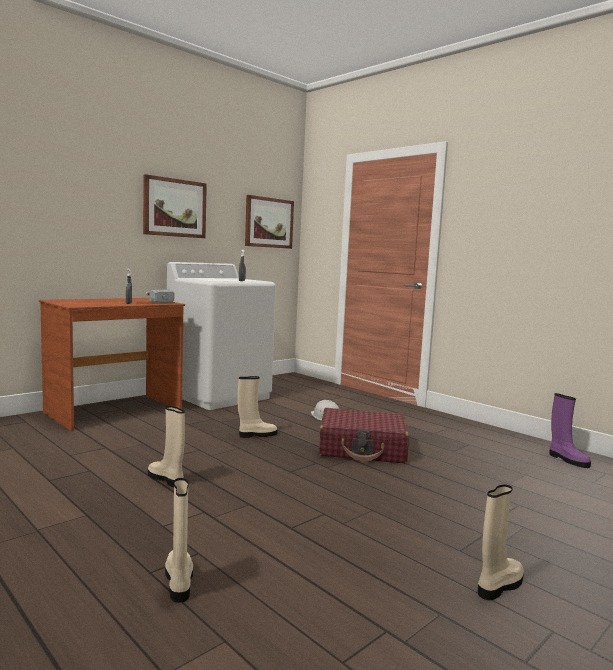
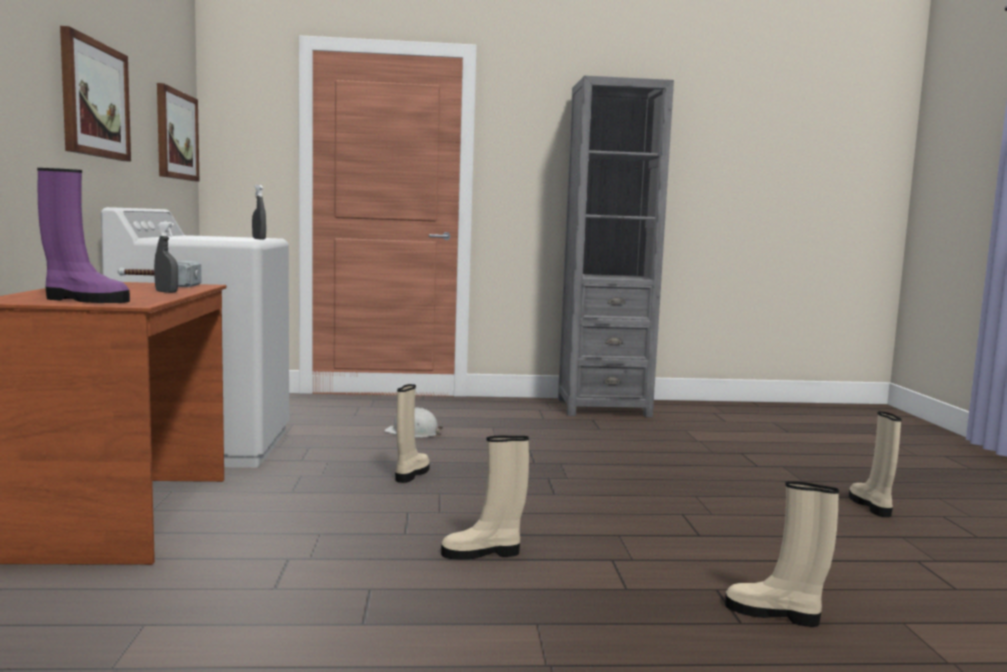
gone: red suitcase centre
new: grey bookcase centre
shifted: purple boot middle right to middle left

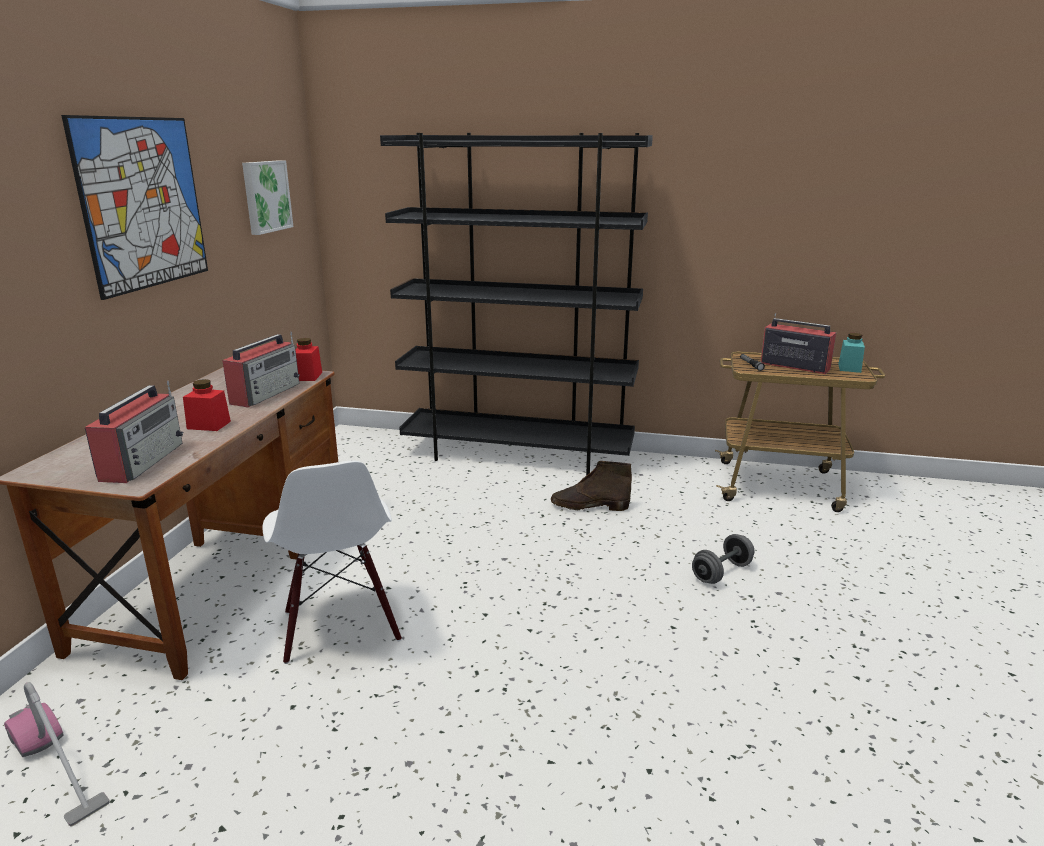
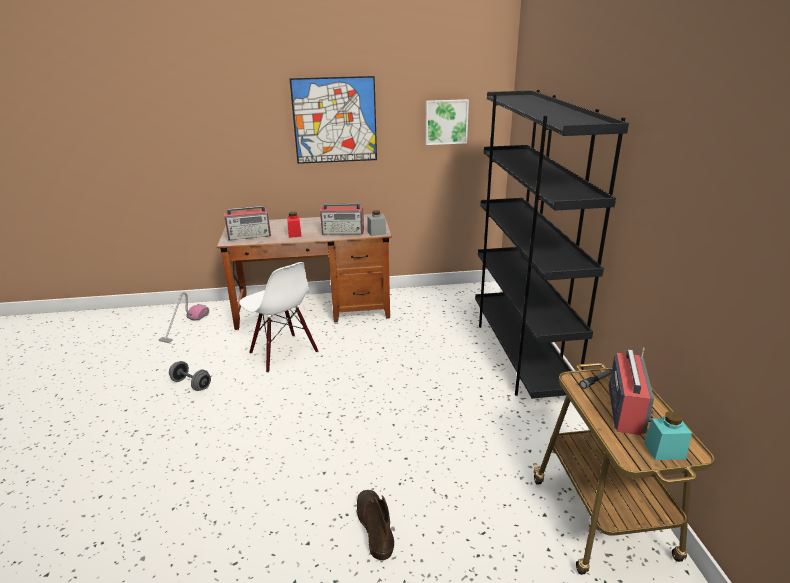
shifted: grey dumbbell middle right to middle left; brown boot centre to bottom centre
repainted: red jar (no. 2 from left) middle left to grey jar centre
rotated: white chair middle left = centre 90 degrees counterclockwise

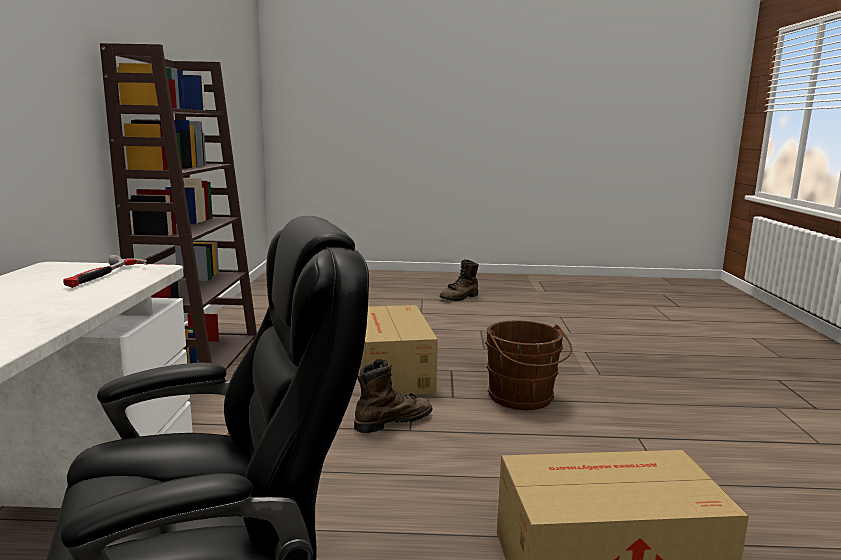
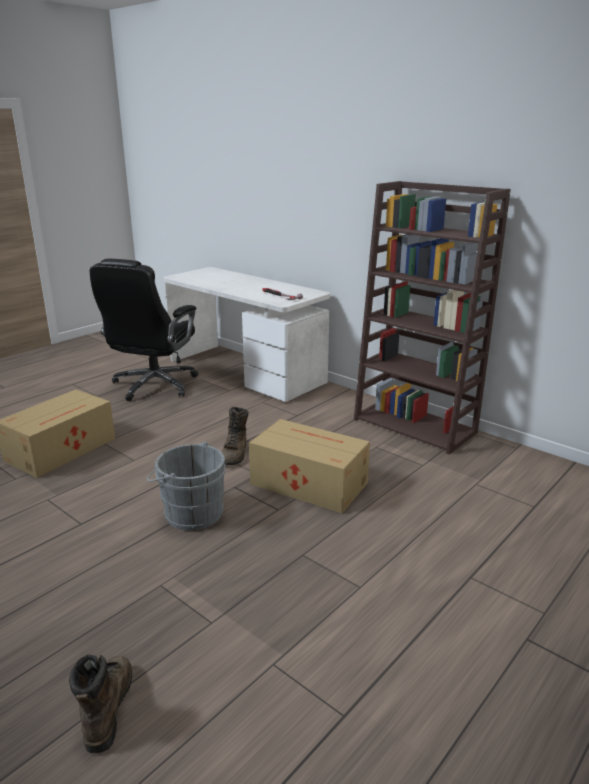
shifted: brown boot (no. 2 from left in the first image) centre to brown boot (no. 1 from left) bottom left
repainted: brown bucket centre to grey bucket middle left

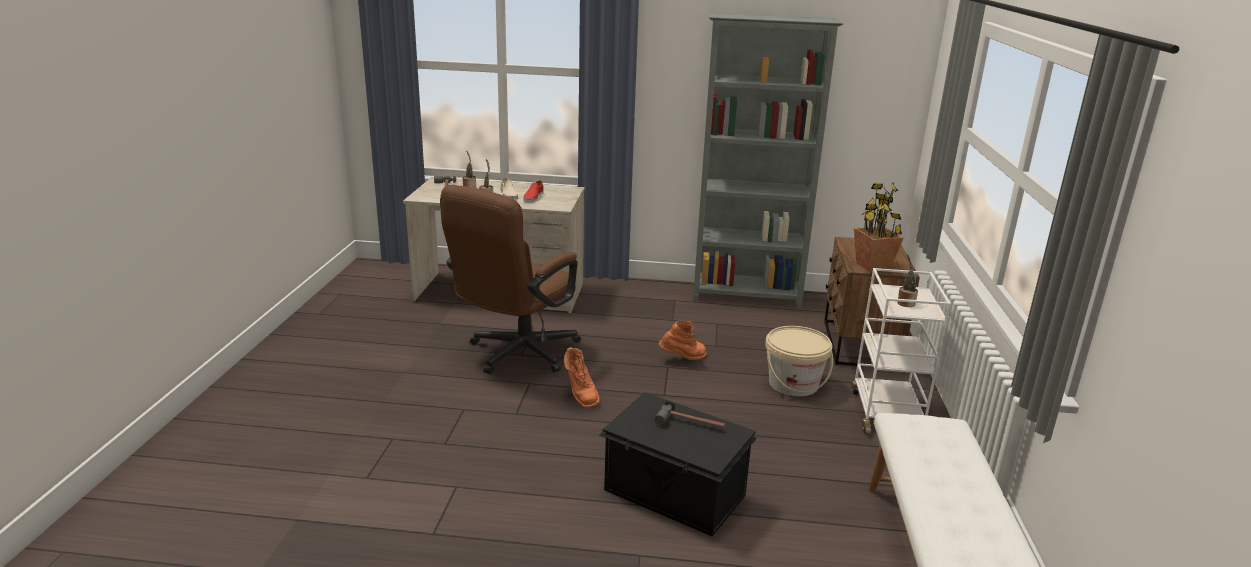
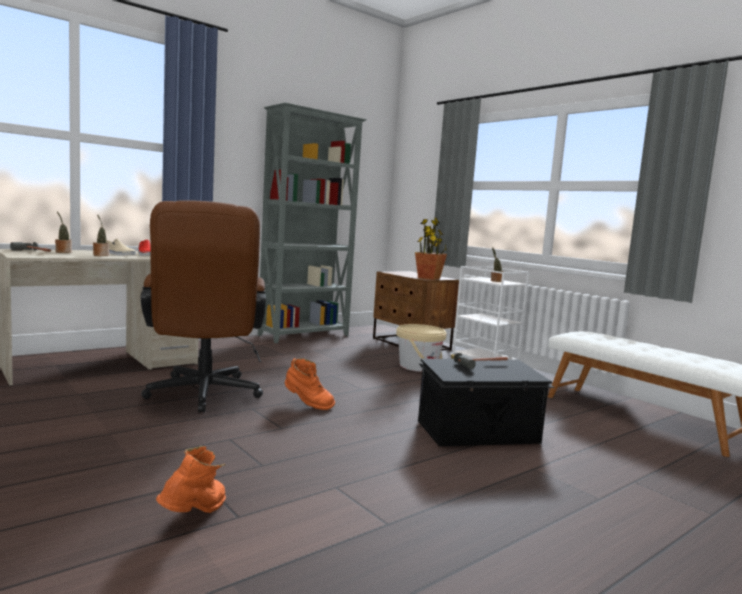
shifted: orange boot (no. 2 from left in the first image) centre to orange boot (no. 1 from left) bottom left

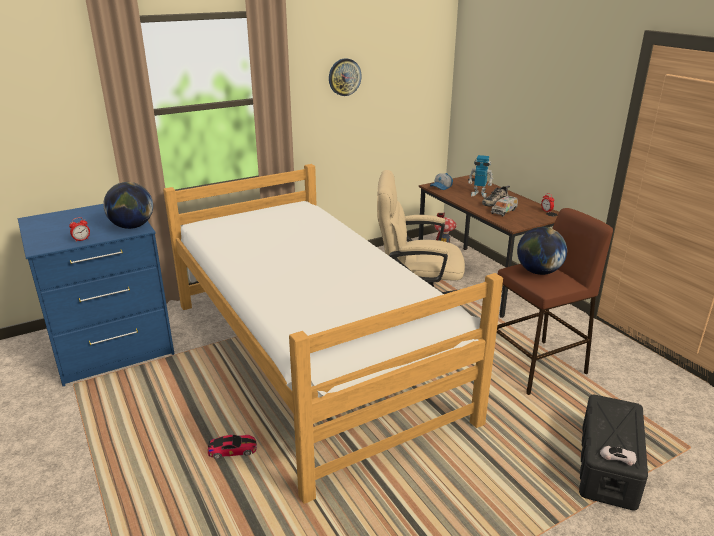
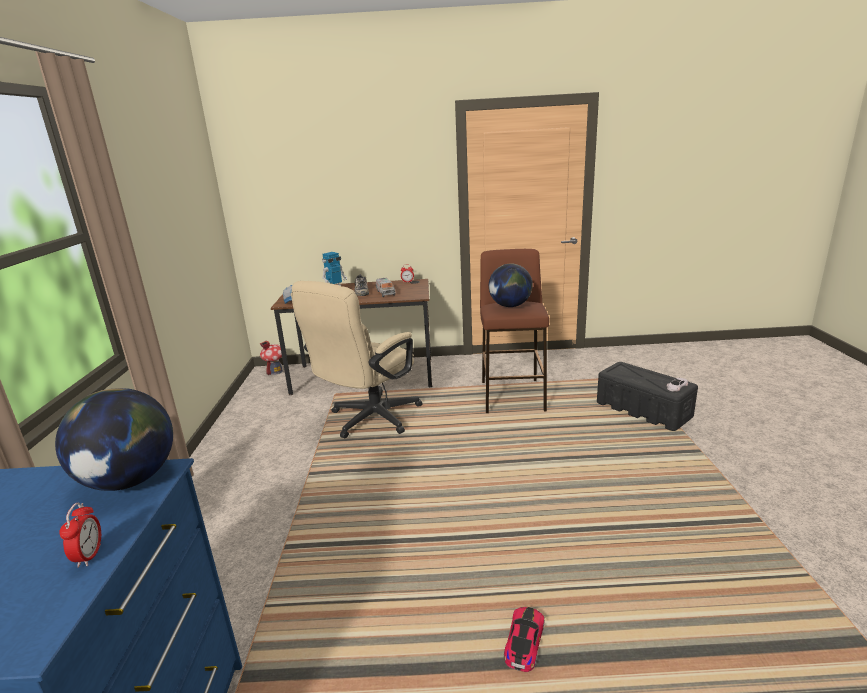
gone: bed centre; wall clock top centre

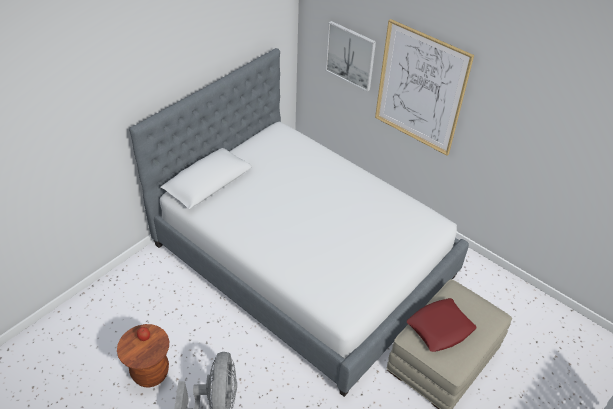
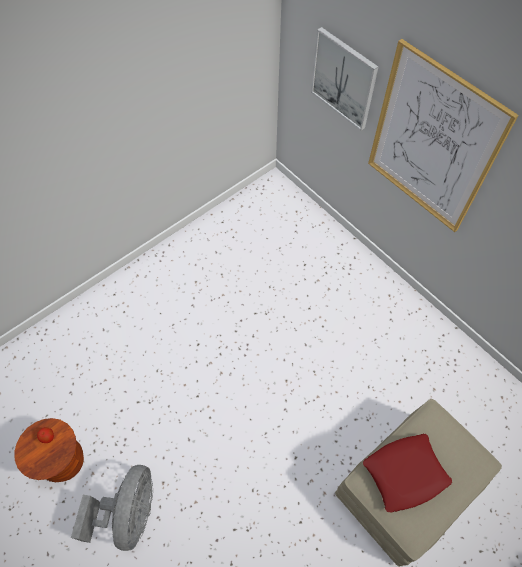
gone: bed centre

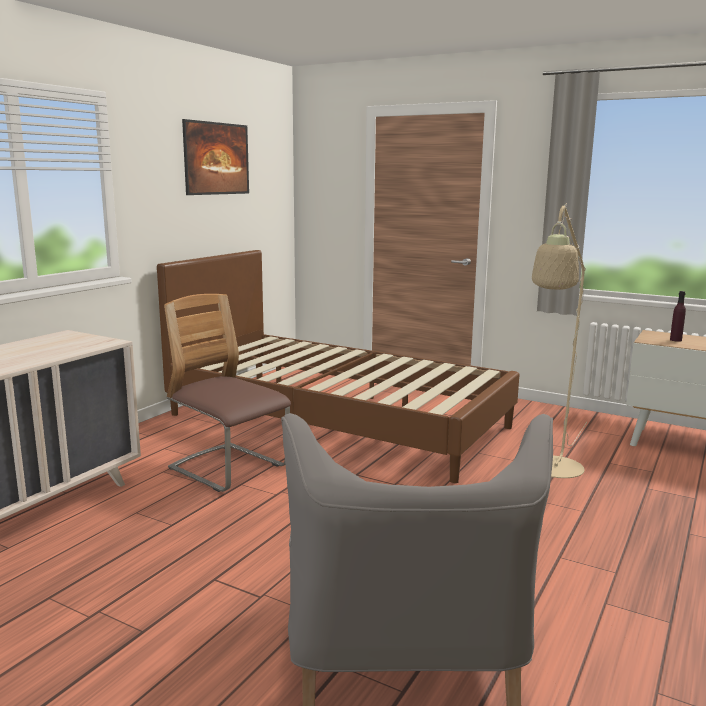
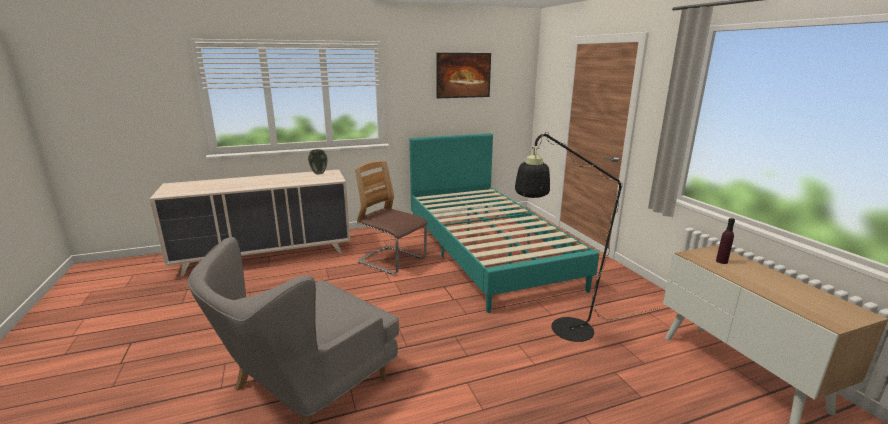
new: vase centre
repainted: brown bed centre to turquoise bed centre; beige floor lamp middle right to black floor lamp centre
rotated: chair middle left = centre 45 degrees counterclockwise

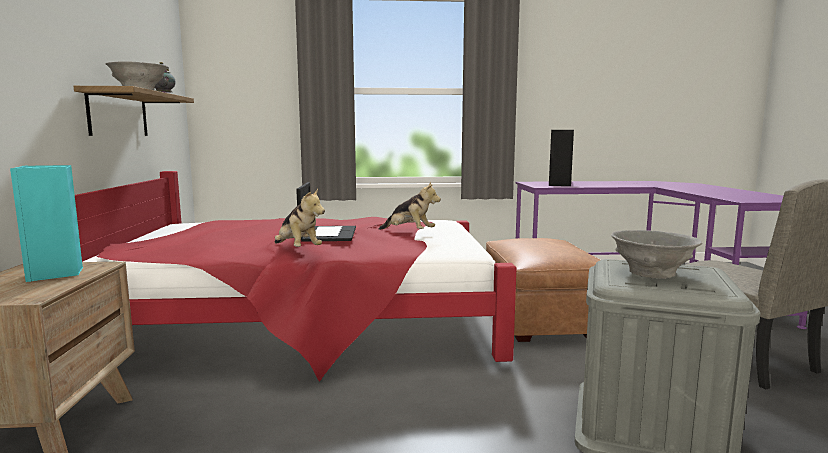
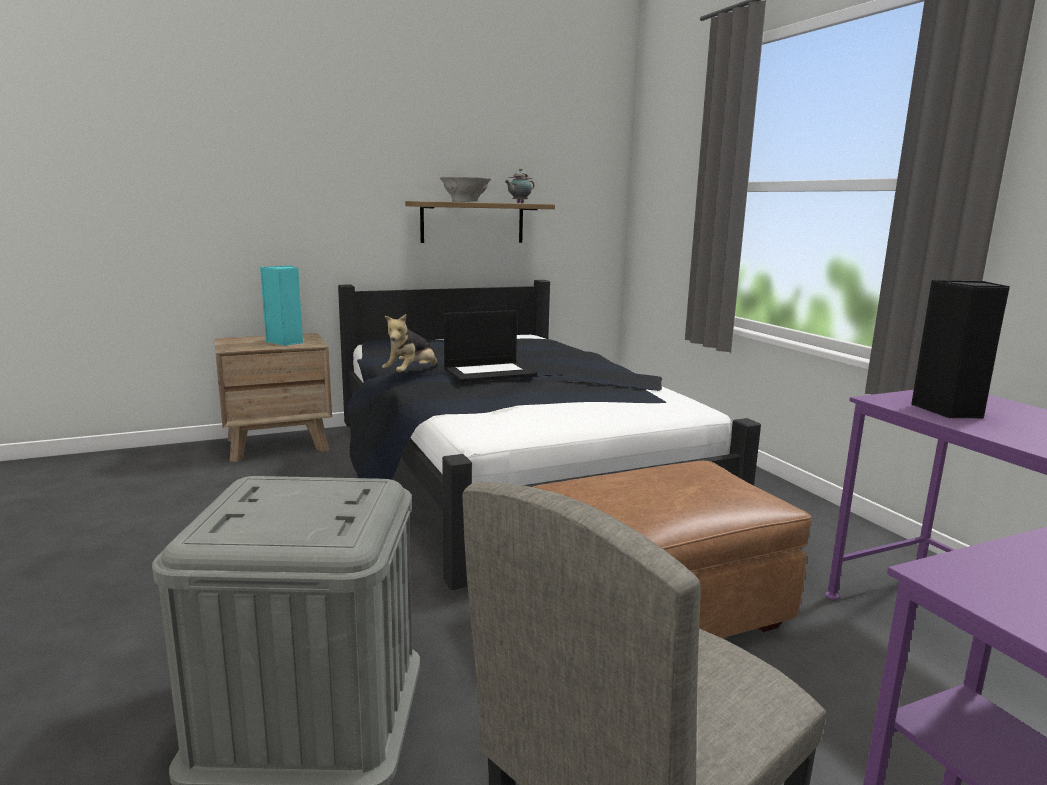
gone: plush toy (no. 2 from left) centre; grey bowl (no. 2 from left) middle right
repainted: red bed centre to black bed centre

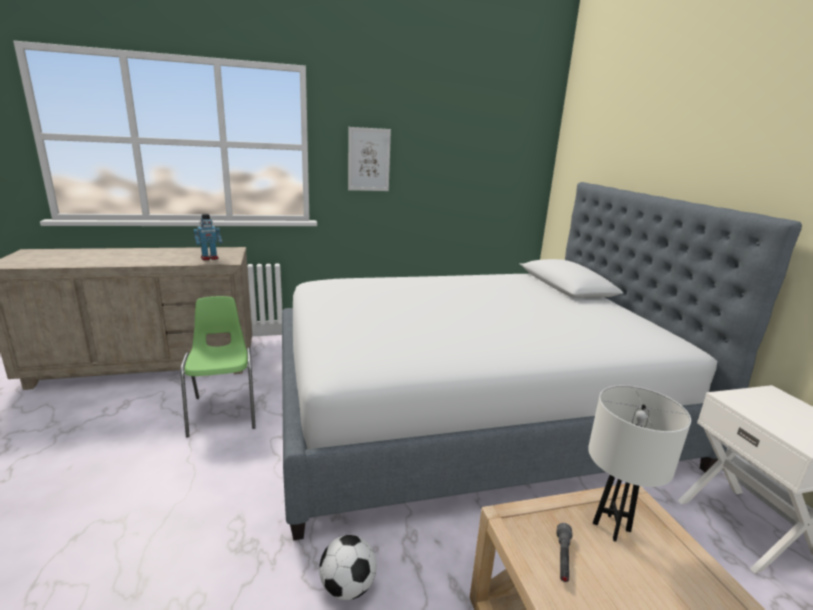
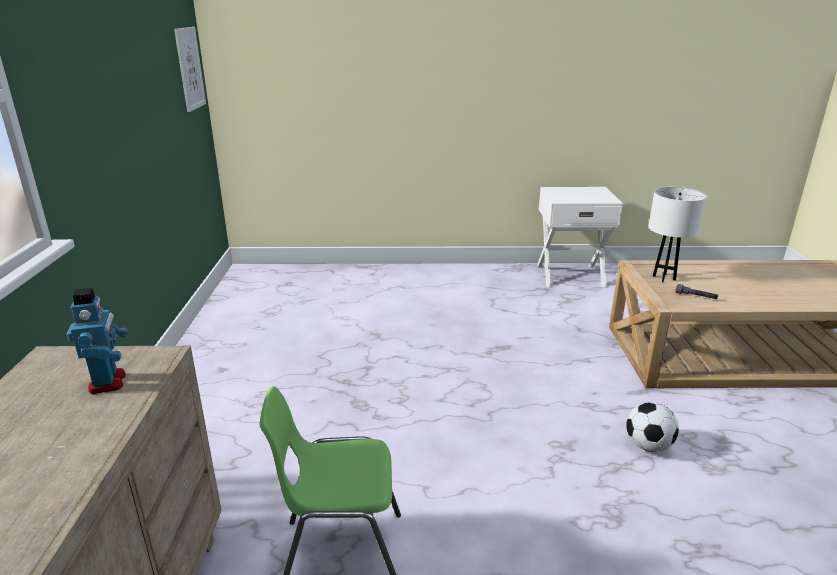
gone: bed middle right
shifted: picture top centre to top left

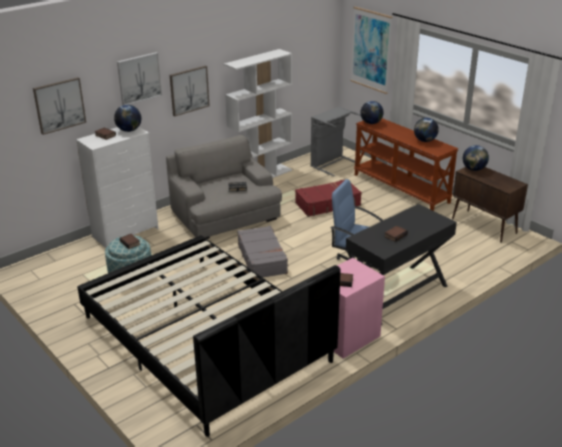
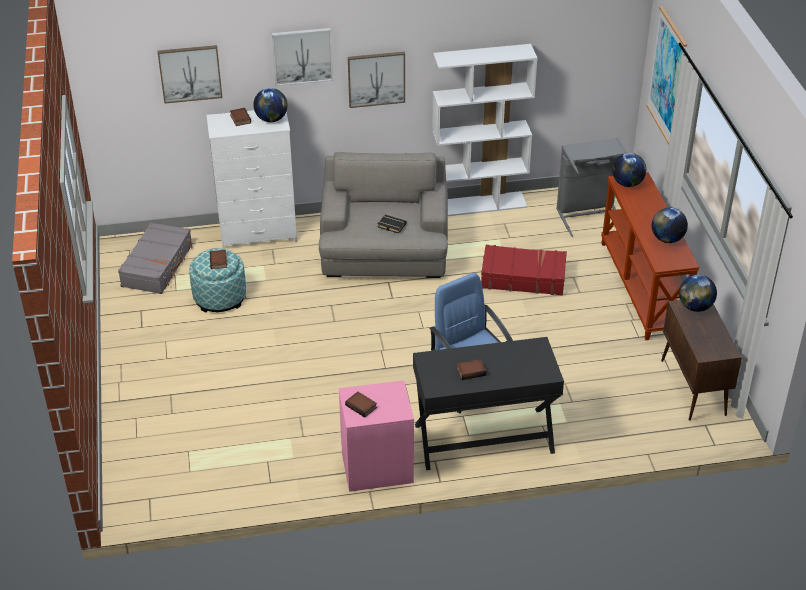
gone: black bed bottom centre
shifted: grey suitcase centre to middle left

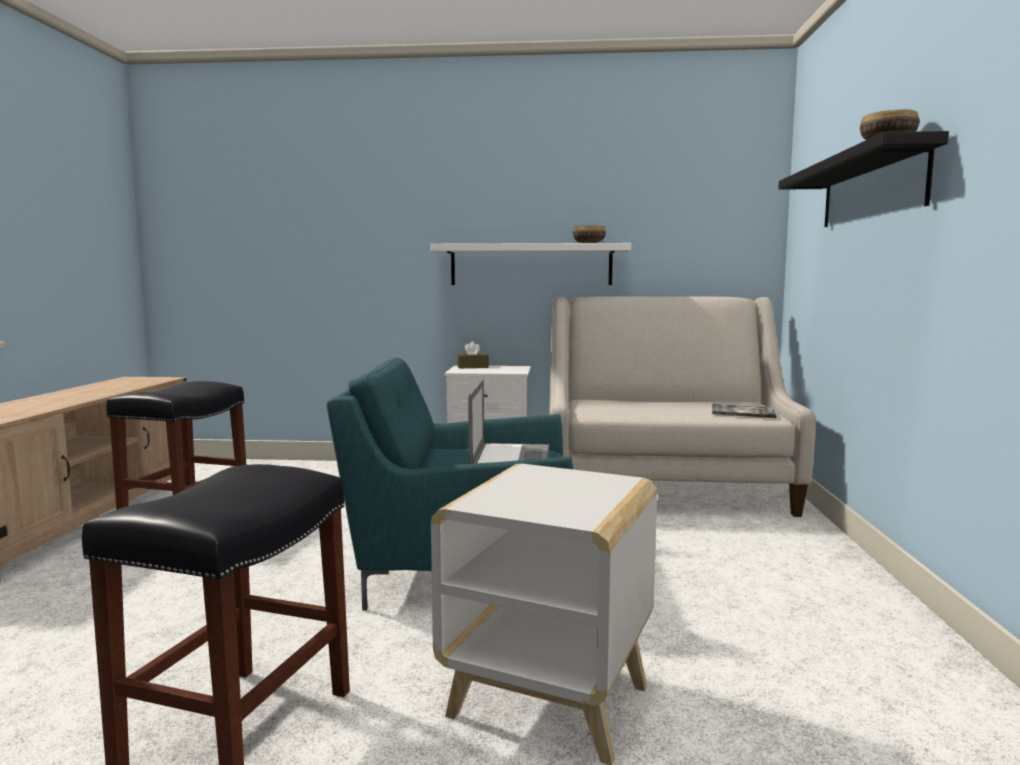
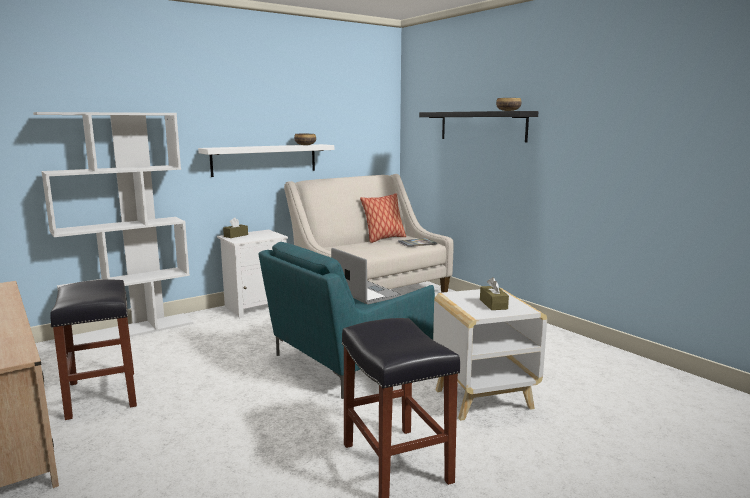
new: white bookcase middle left; pillow centre; brown tissue box (no. 2 from left) centre

